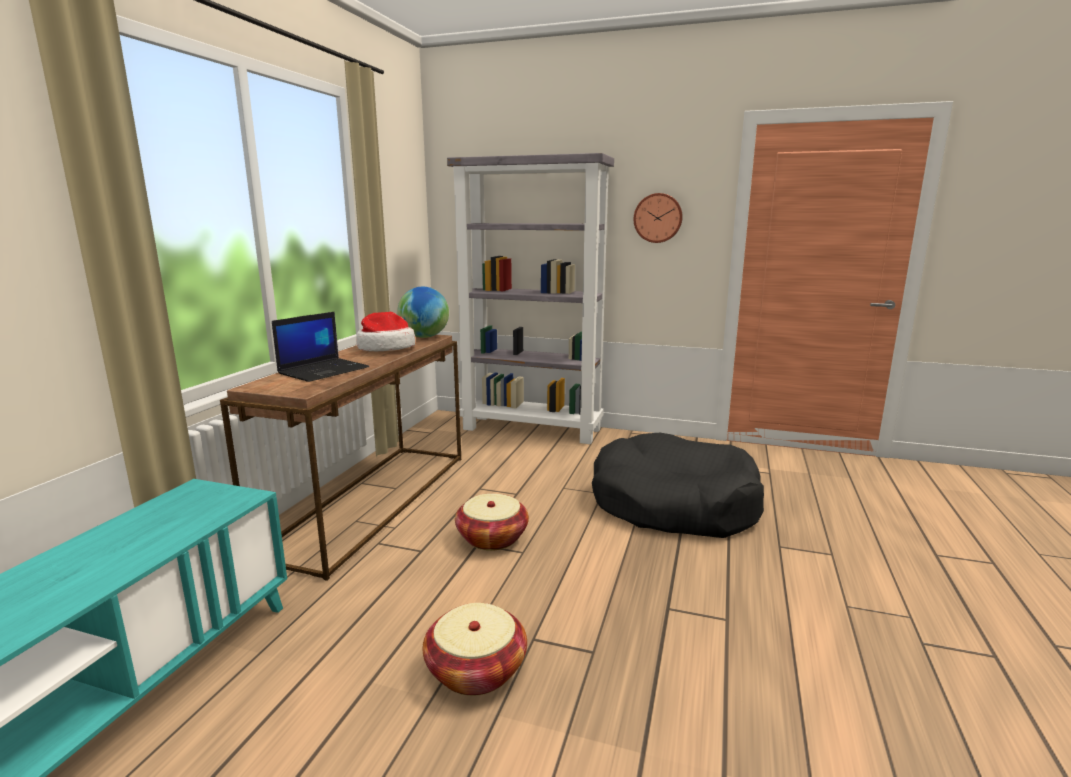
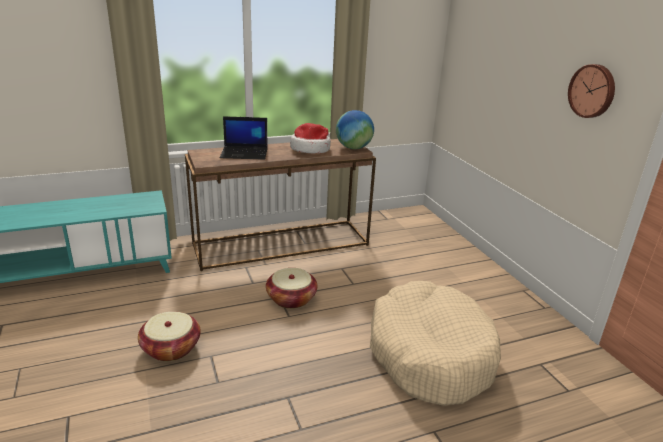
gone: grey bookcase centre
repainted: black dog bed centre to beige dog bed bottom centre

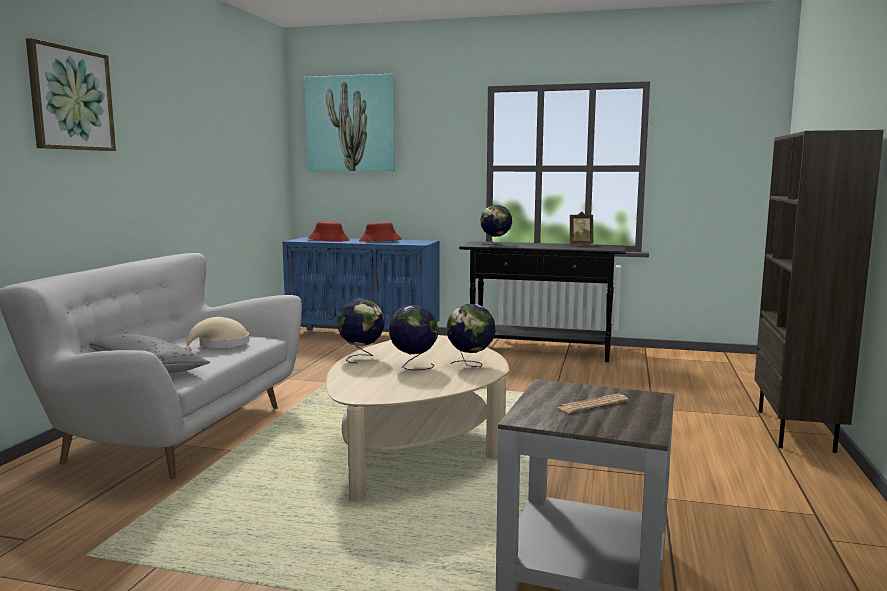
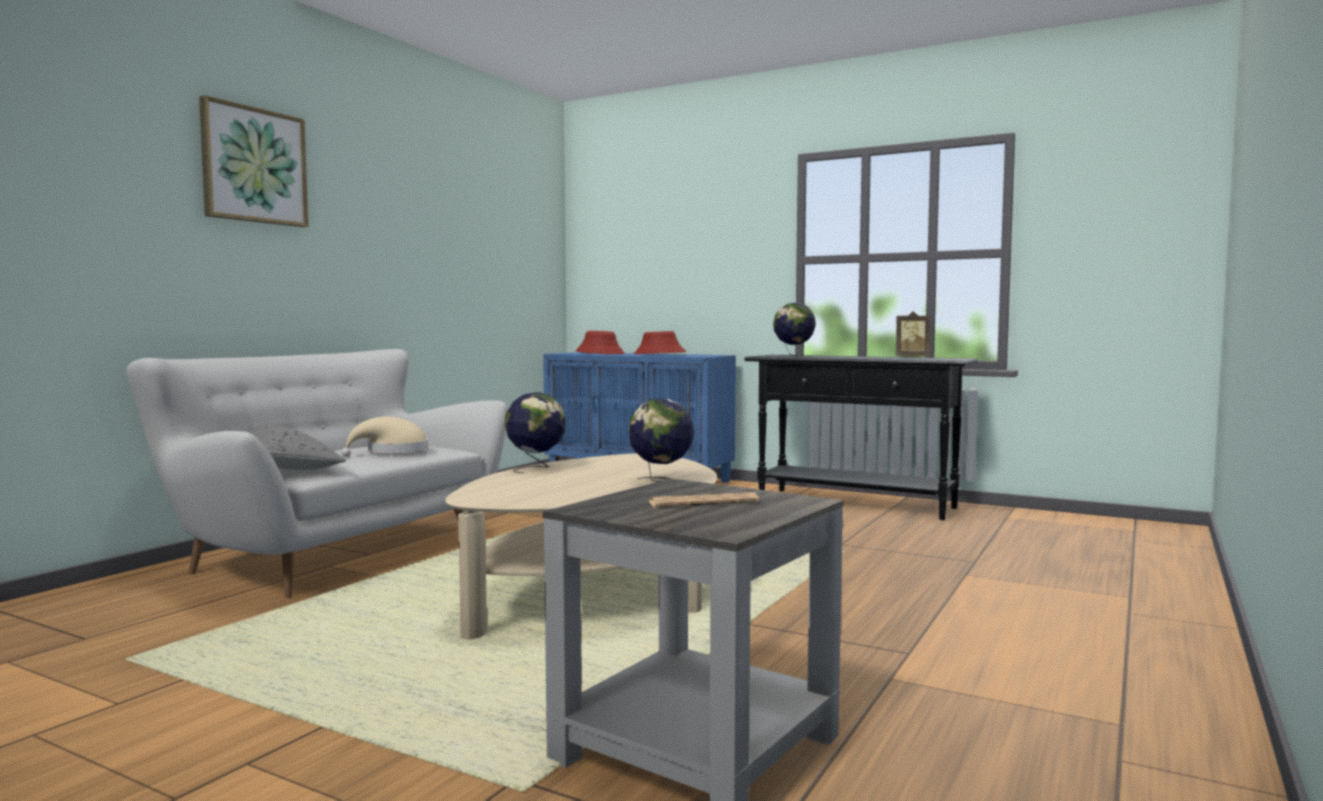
gone: picture (no. 2 from left) top centre; globe (no. 2 from left) centre; brown bookcase middle right

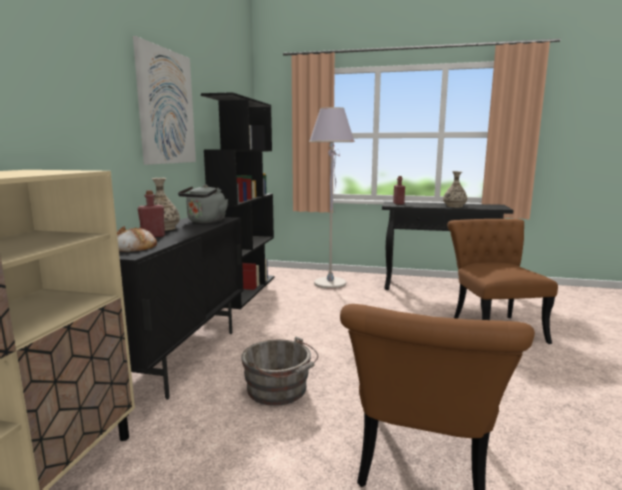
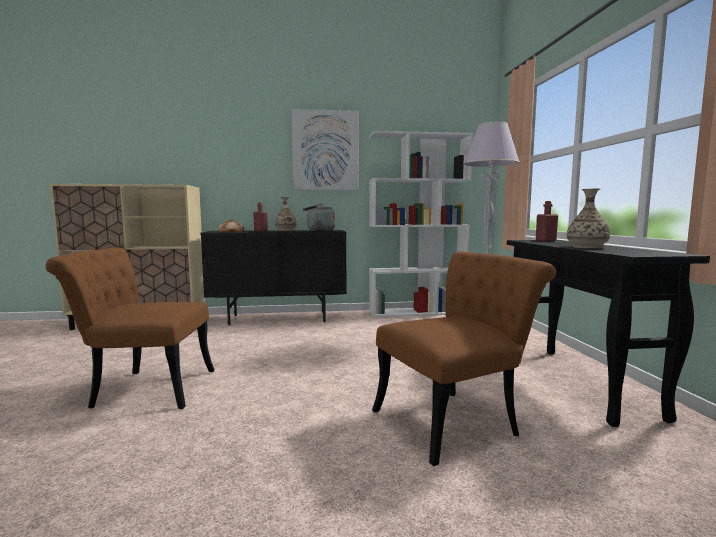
gone: grey bucket bottom centre
repainted: black bookcase centre to white bookcase centre

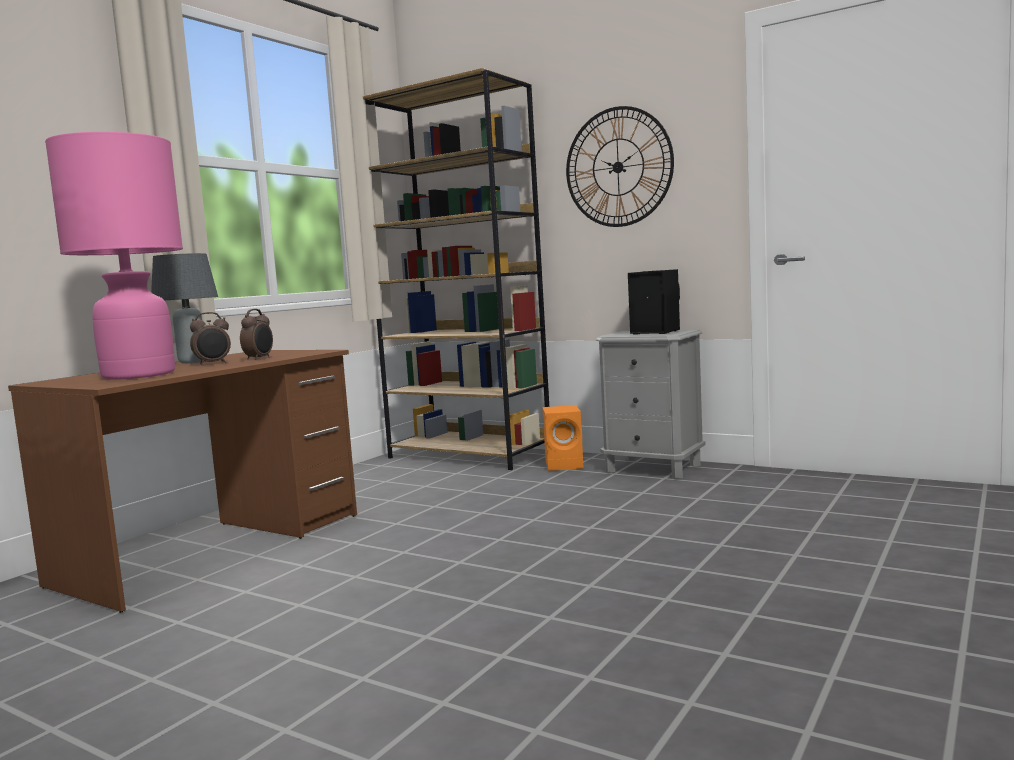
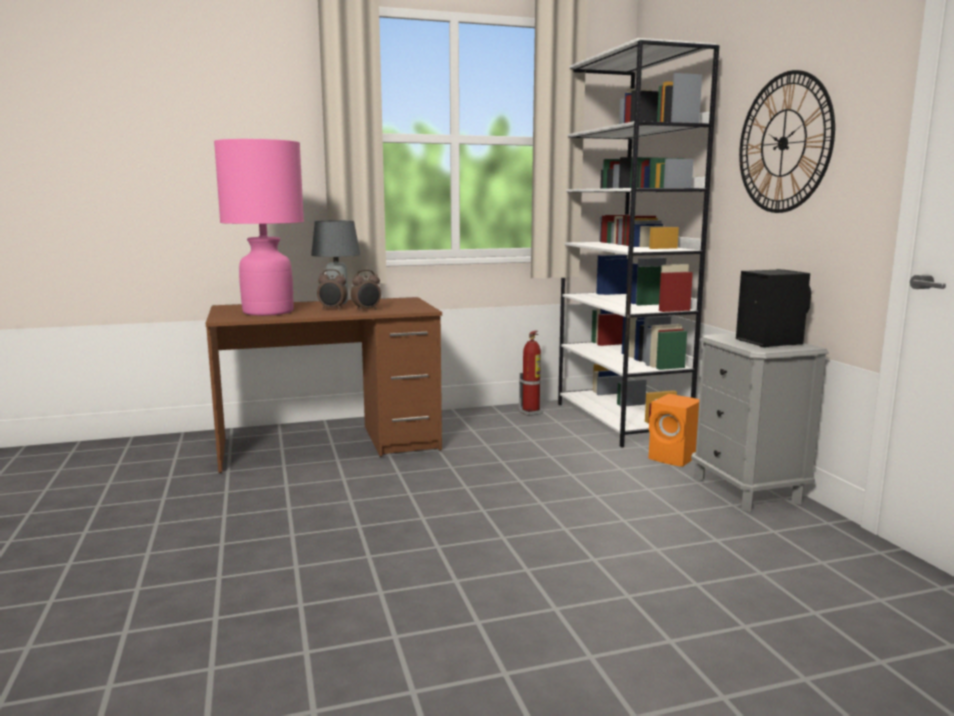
new: fire extinguisher centre
repainted: brown bookcase centre to white bookcase middle right

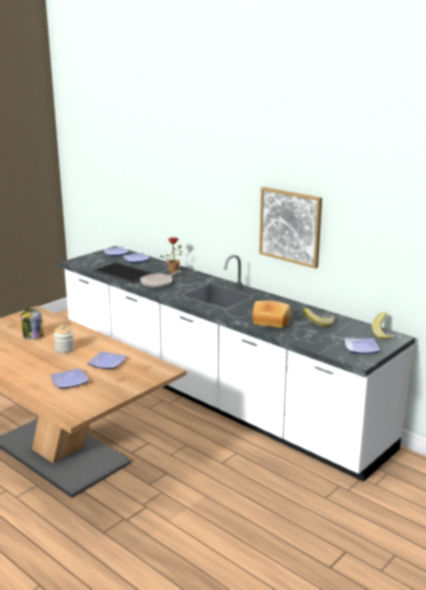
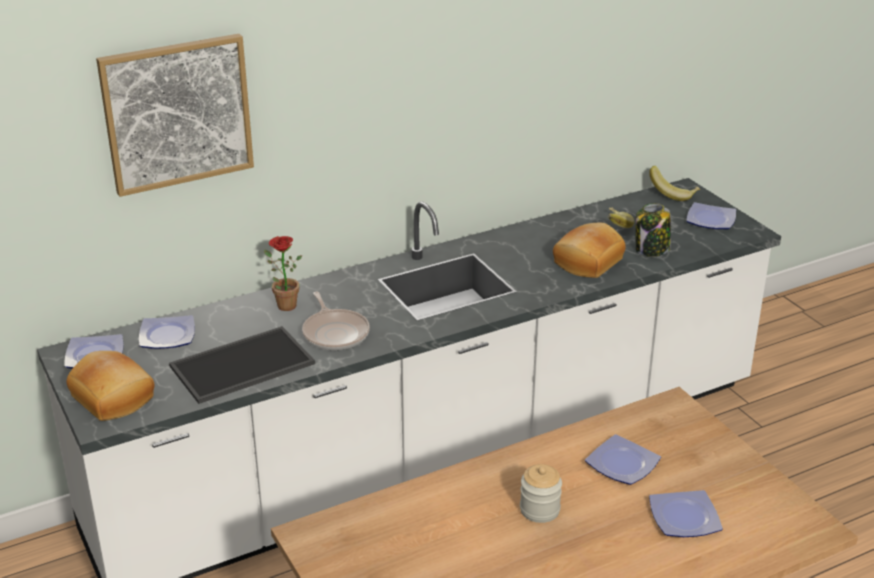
new: bread (no. 1 from left) bottom left
shifted: picture middle right to top left; jar (no. 1 from left in the first image) middle left to jar (no. 2 from left) middle right

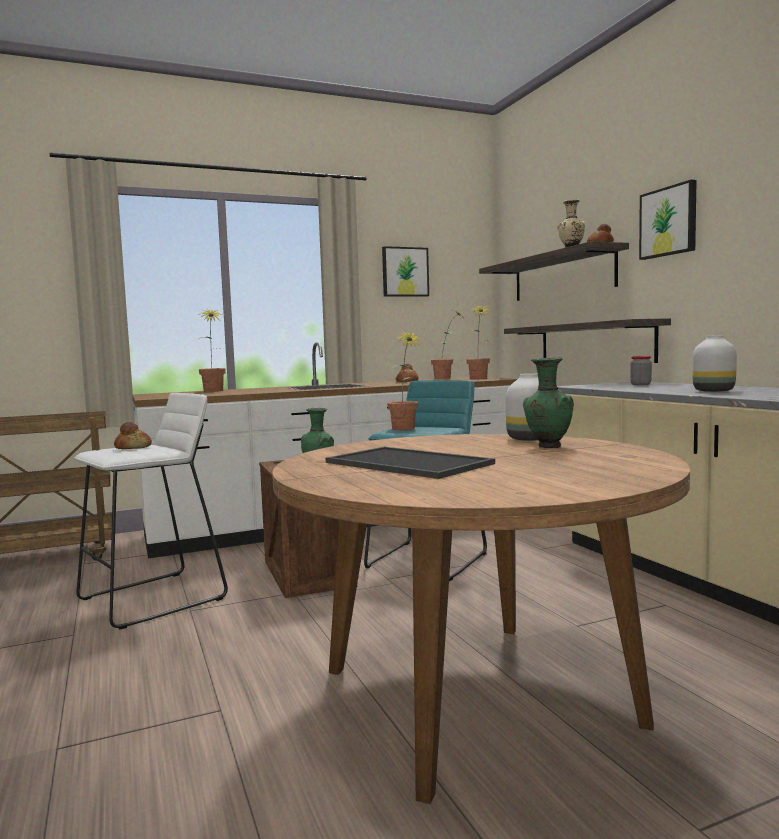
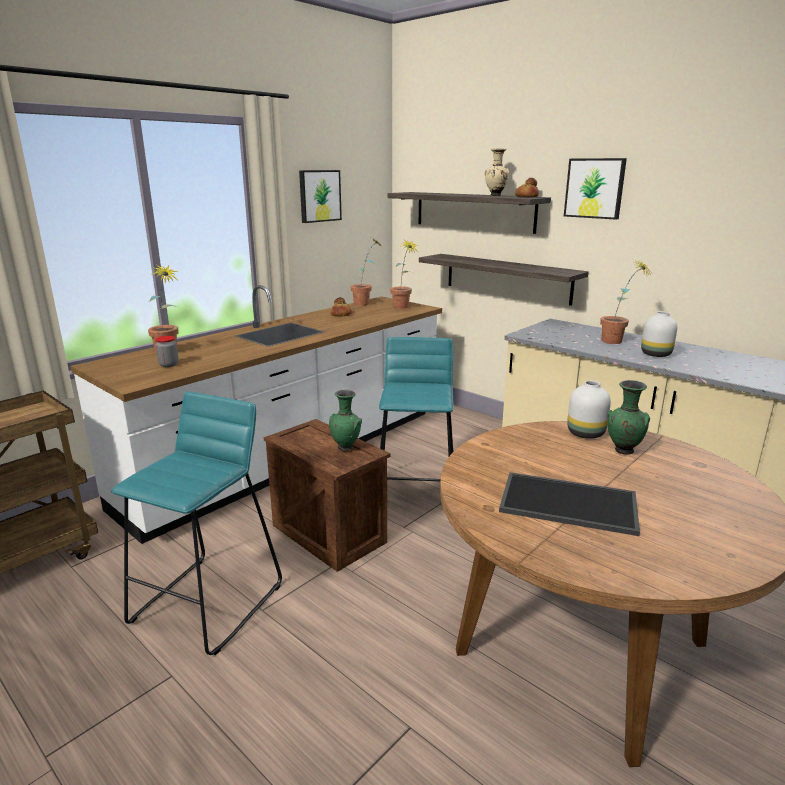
gone: bread (no. 1 from left) middle left
shifted: jar middle right to middle left; potted plant (no. 2 from left in the first image) centre to potted plant (no. 4 from left) middle right
repainted: white stool middle left to turquoise stool (no. 1 from left) middle left

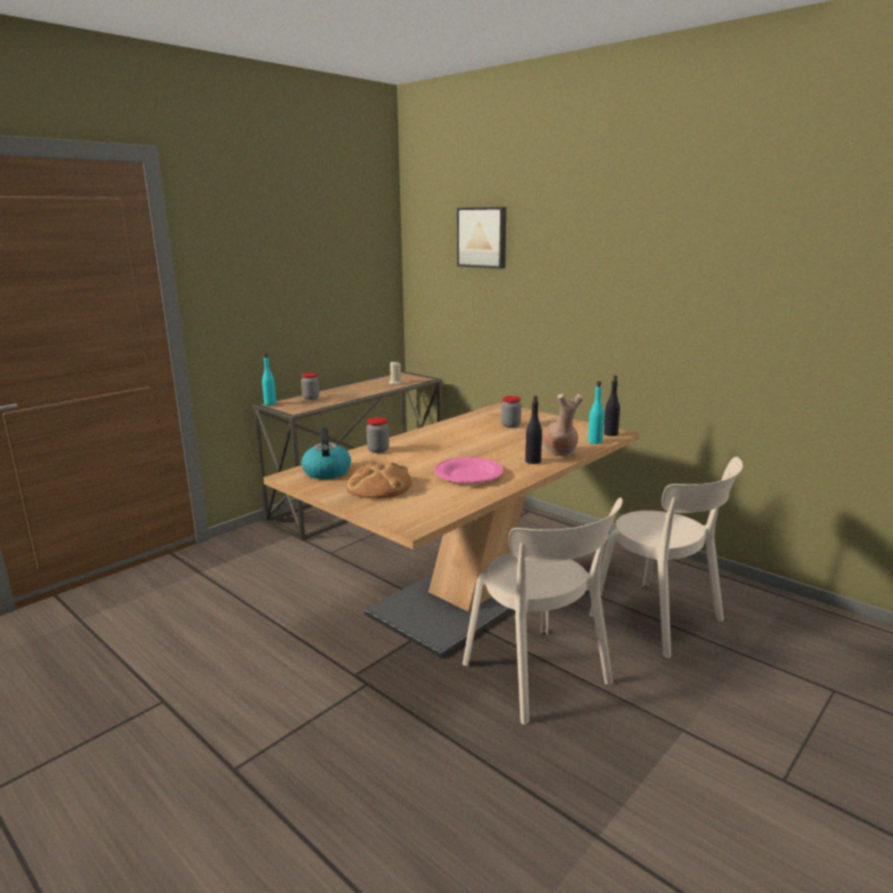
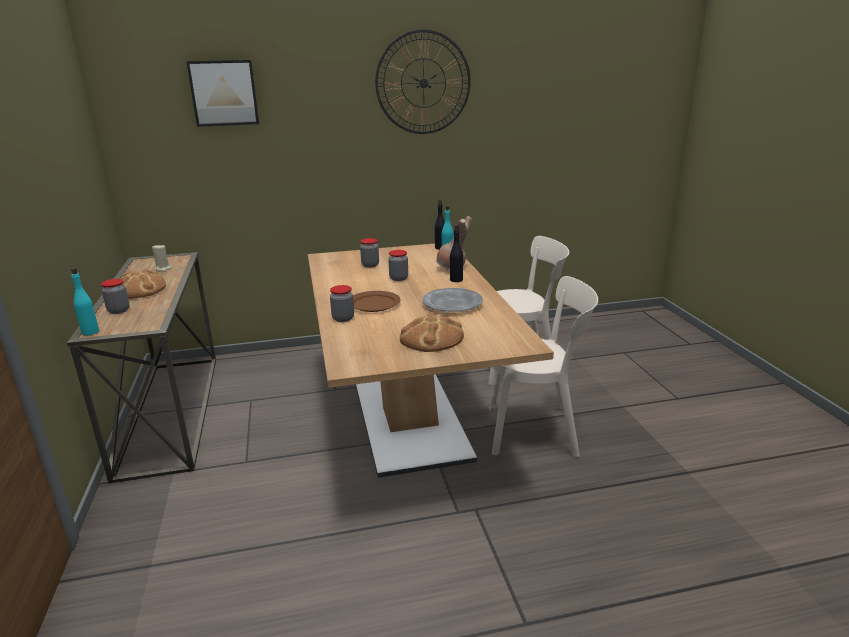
gone: kettle centre
new: bread (no. 1 from left) middle left; brown plate centre; wall clock top centre; jar (no. 4 from left) centre
repainted: pink plate centre to grey plate centre

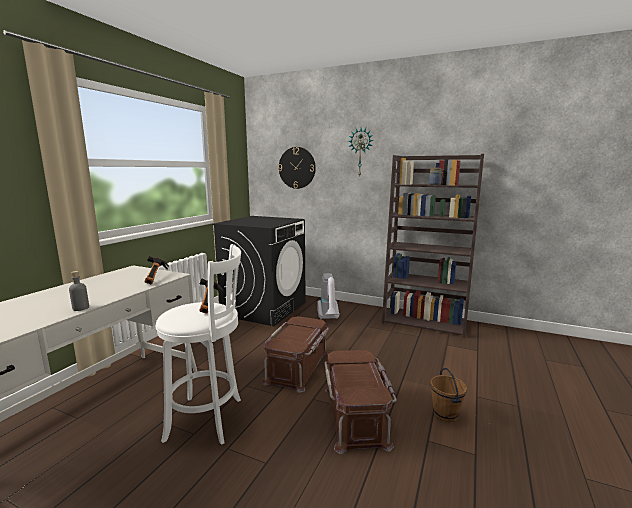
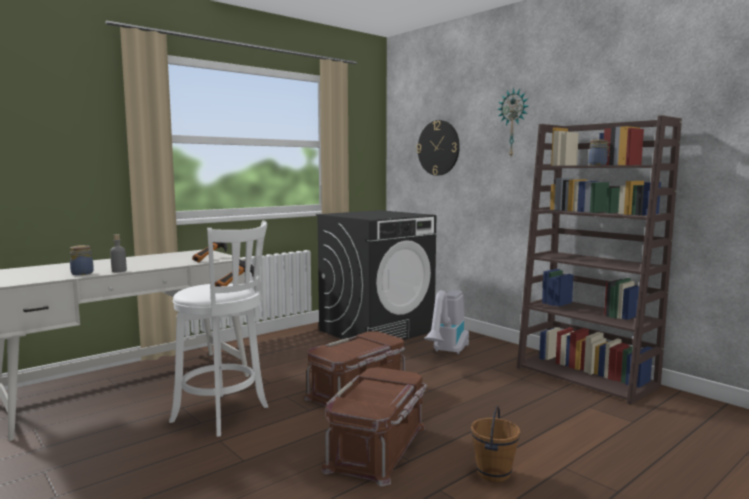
new: jar (no. 1 from left) middle left

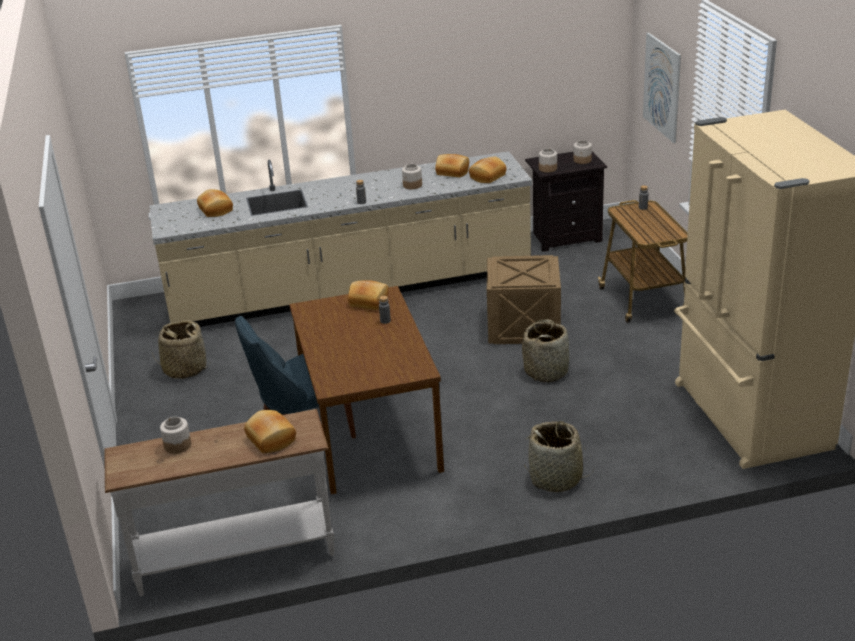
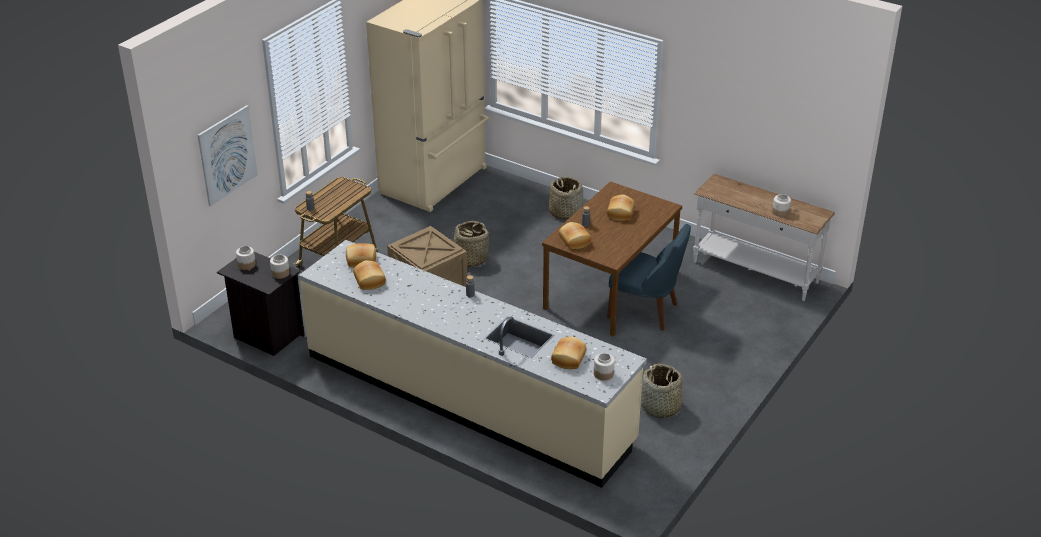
shifted: jar (no. 2 from left in the first image) top centre to jar (no. 3 from left) bottom centre; bread (no. 2 from left in the first image) bottom left to bread (no. 5 from left) centre

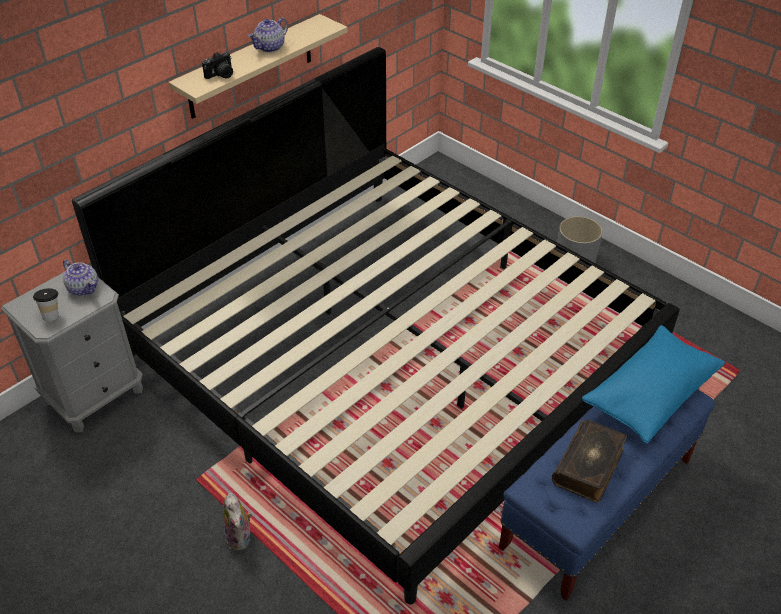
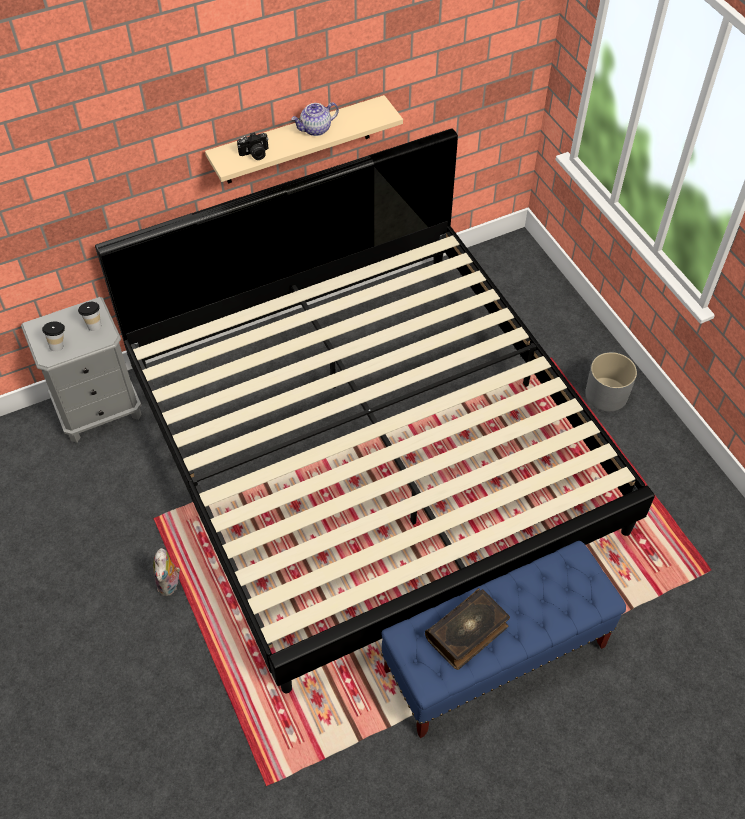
gone: blue pillow middle right
swapped: teapot (no. 1 from left) middle left to cup (no. 2 from left) middle left

